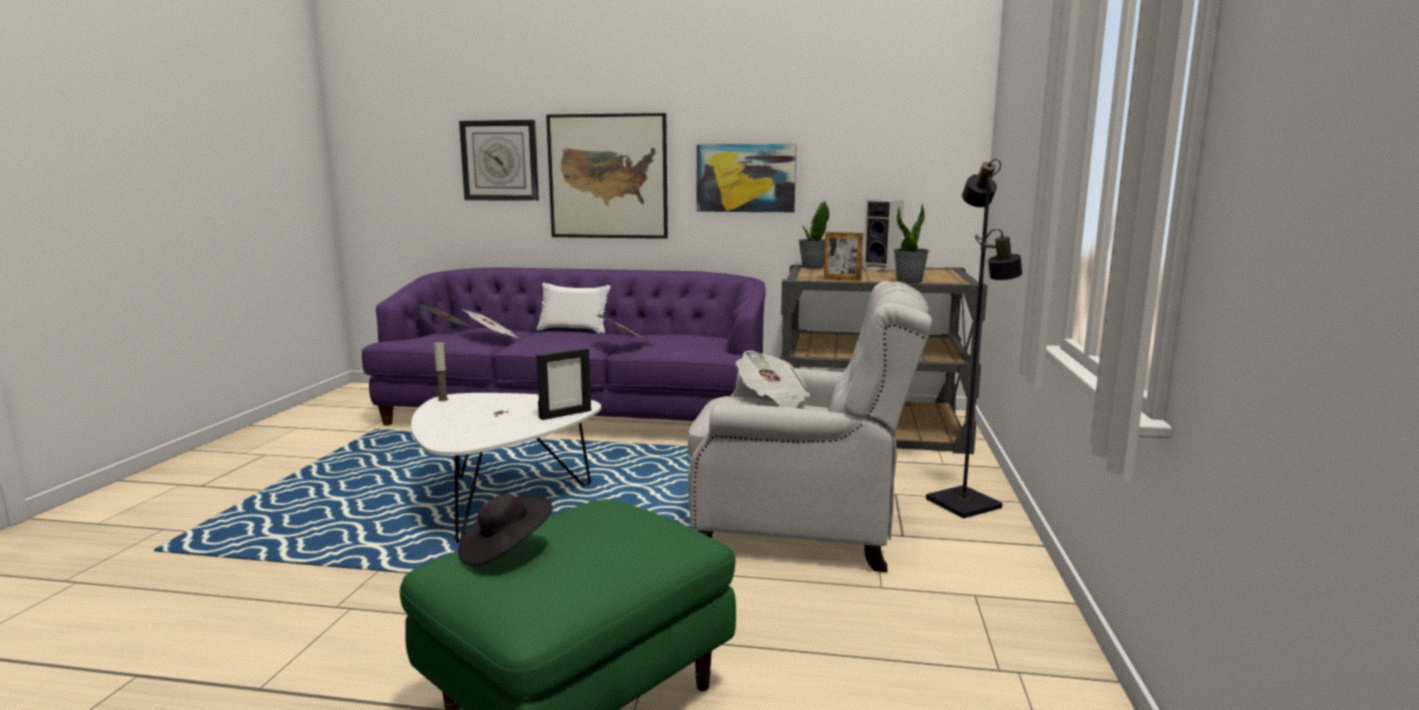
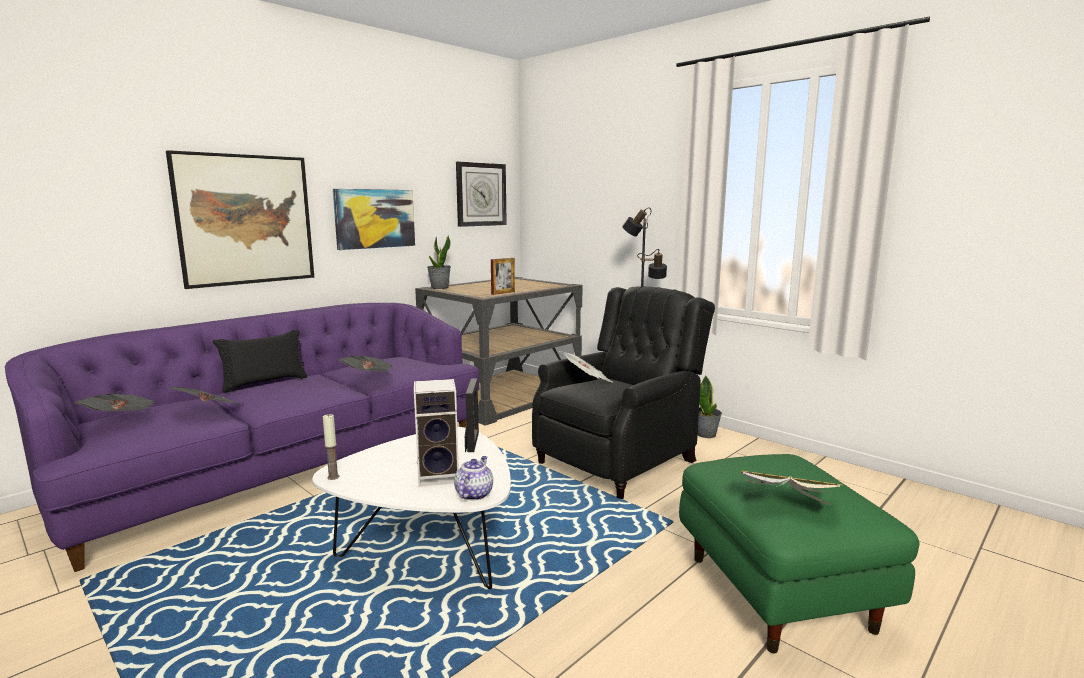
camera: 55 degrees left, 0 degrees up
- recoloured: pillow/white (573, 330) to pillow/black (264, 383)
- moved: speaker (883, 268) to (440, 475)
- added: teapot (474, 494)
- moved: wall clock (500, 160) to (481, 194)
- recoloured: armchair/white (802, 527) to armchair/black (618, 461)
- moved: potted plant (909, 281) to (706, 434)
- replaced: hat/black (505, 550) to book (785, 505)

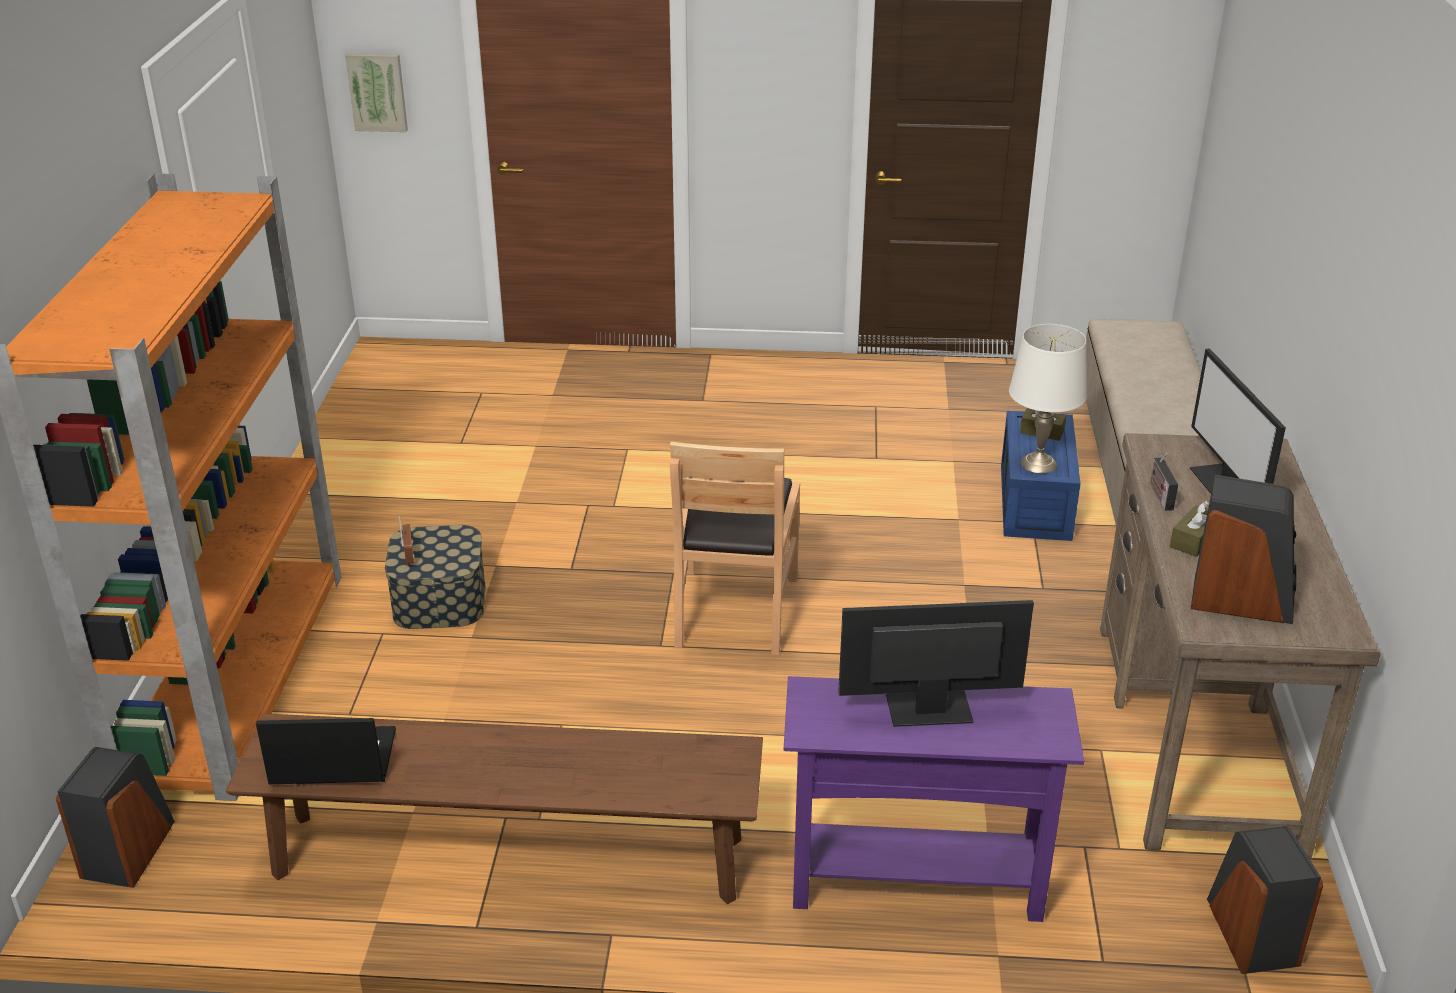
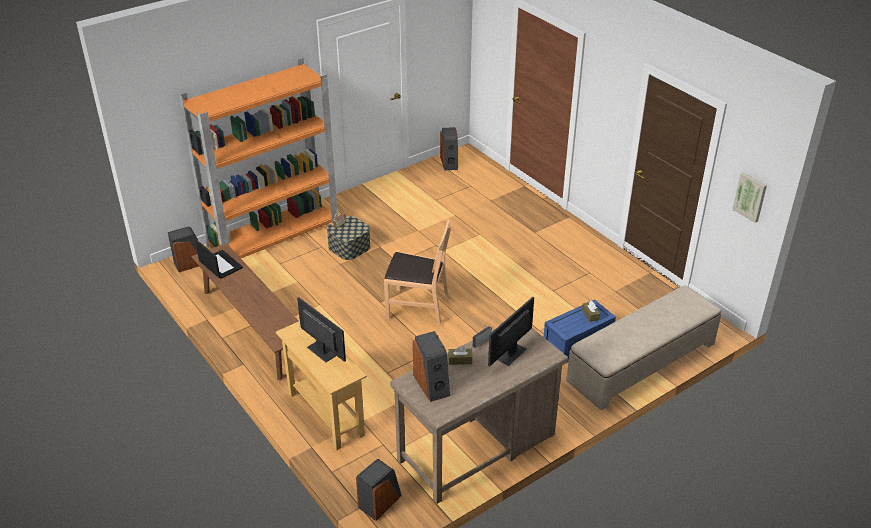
camera: 50 degrees right, 5 degrees up
- recoloured: console table/purple (916, 883) to console table/beige (326, 414)
- turned: chair/brown (734, 610) = (417, 307) 135 degrees counterclockwise
- added: speaker (449, 162)
- moved: picture (377, 91) to (750, 197)
- removed: table lamp/white (1039, 464)

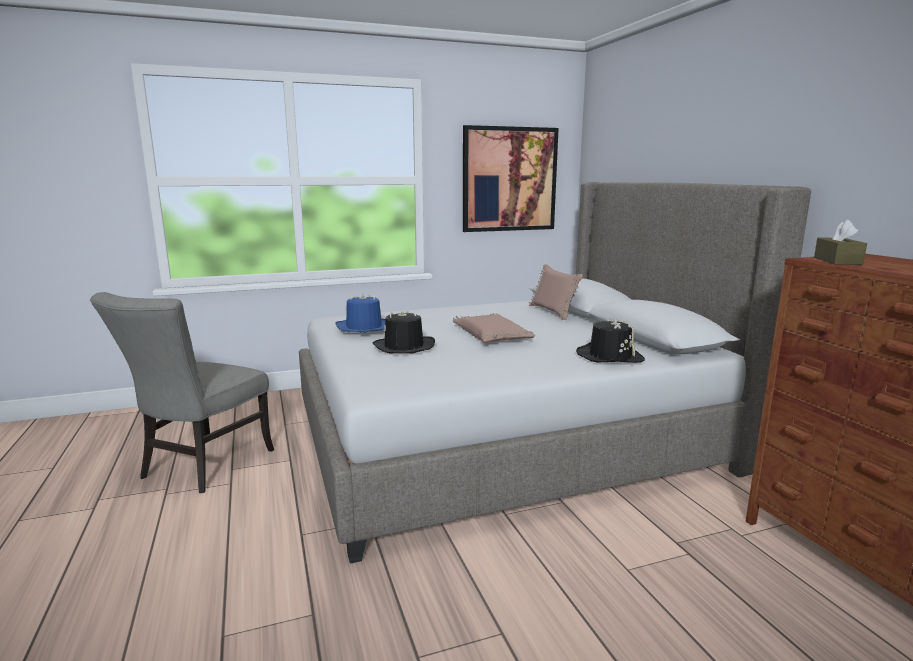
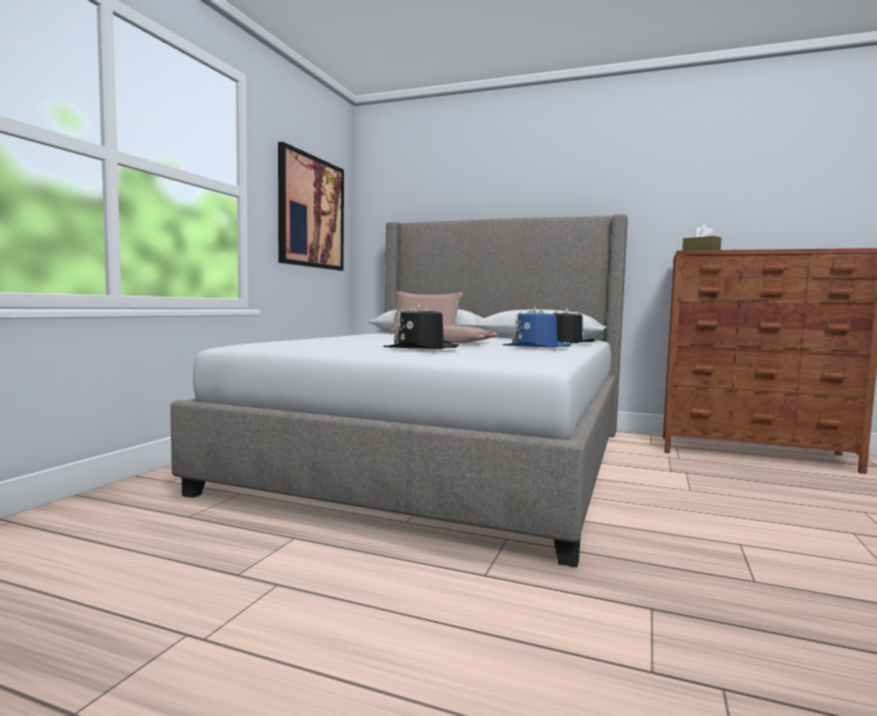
camera: 50 degrees left, 10 degrees down
- moved: hat/blue (364, 327) to (536, 347)
- removed: chair/grey (201, 466)

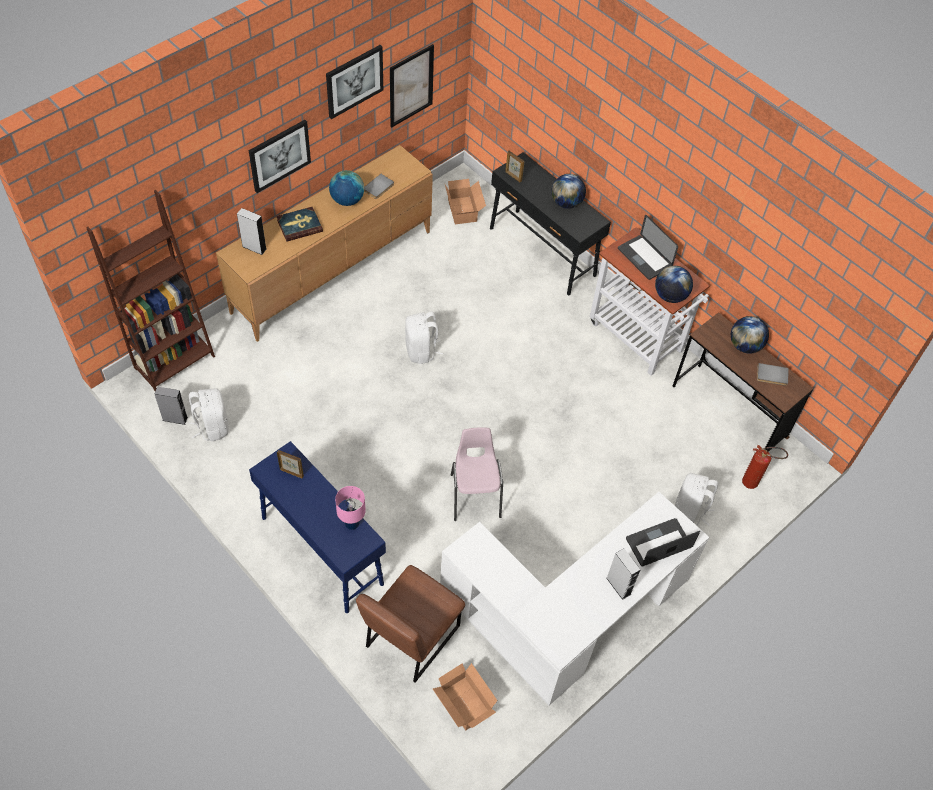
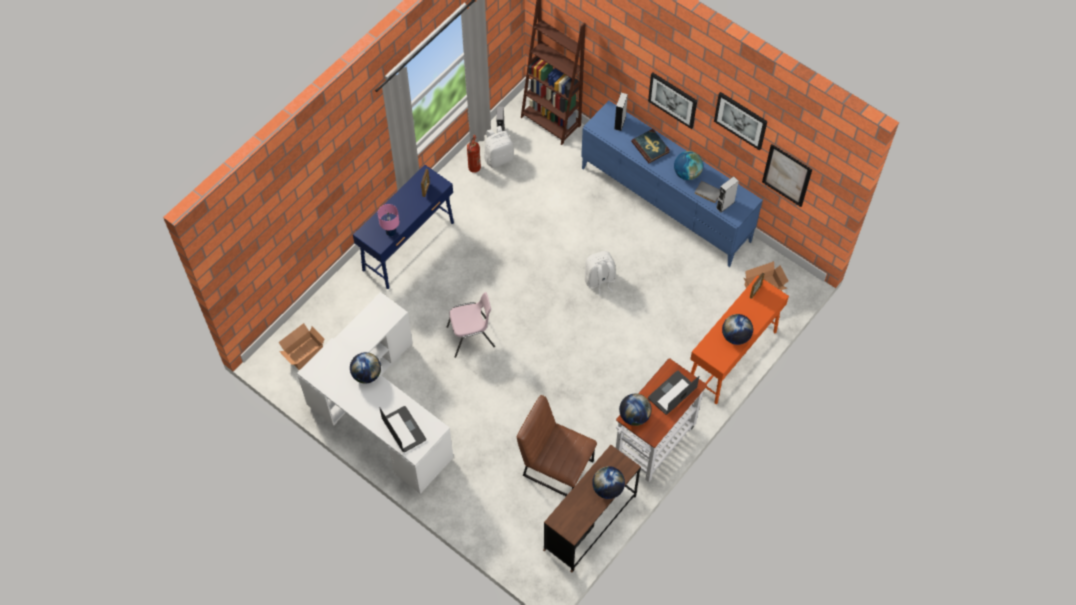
camera: 85 degrees right, 5 degrees up
- added: globe (366, 374)
- moved: fire extinguisher (754, 483) to (473, 170)
- moved: chair/brown (410, 637) to (556, 466)
- recoloured: cabinet/brown (333, 270) to cabinet/blue (666, 204)
- recoloured: console table/black (541, 252) to console table/orange (731, 357)
- moved: speaker/grey (618, 586) to (725, 205)
- removed: backpack/white (689, 511)
- removed: book/grey (772, 376)

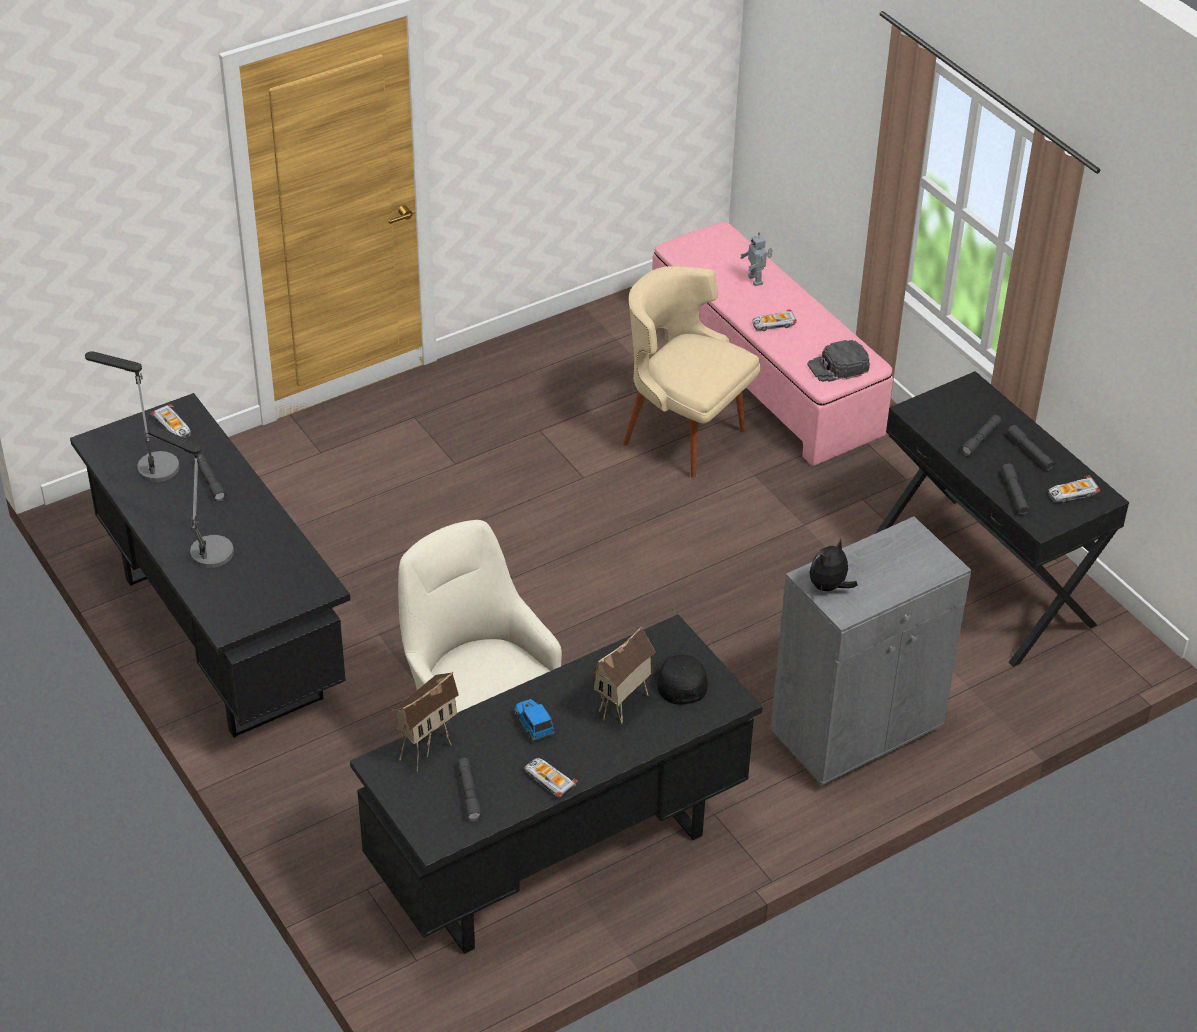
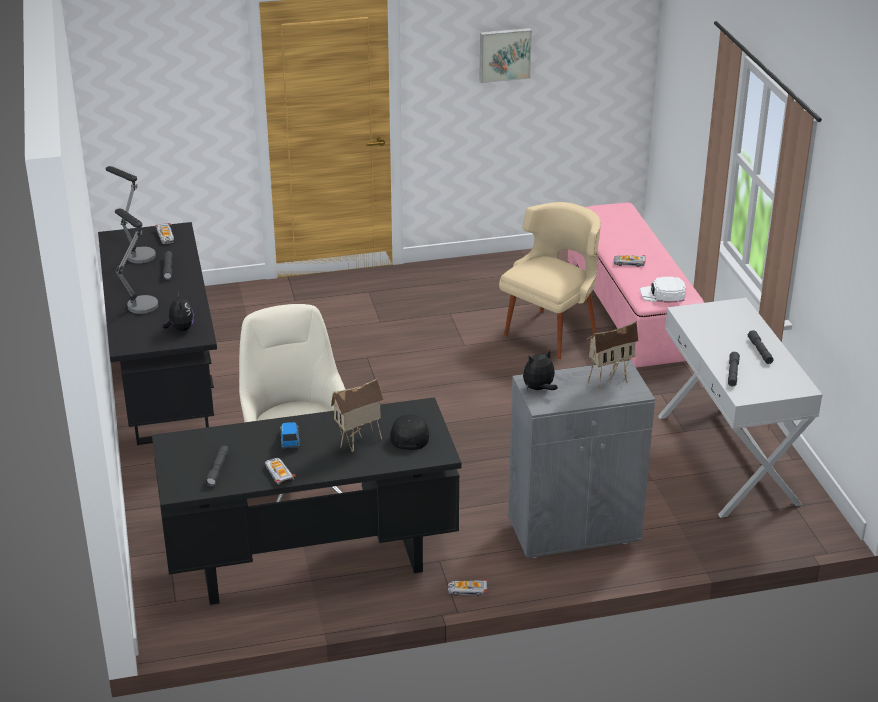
camera: 20 degrees right, 10 degrees down
- added: plush toy (180, 329)
- moved: toy car (1072, 494) to (467, 590)
- added: picture (504, 54)
- turned: chair/beige (684, 438) = (549, 335) 75 degrees clockwise
- moved: toy house (426, 747) to (608, 380)
- recoloured: cap/black (838, 367) to cap/white (662, 294)
- recoloured: console table/black (984, 578) to console table/white (728, 458)
- removed: toy robot (756, 280)
- removed: flashlight/grey (980, 439)

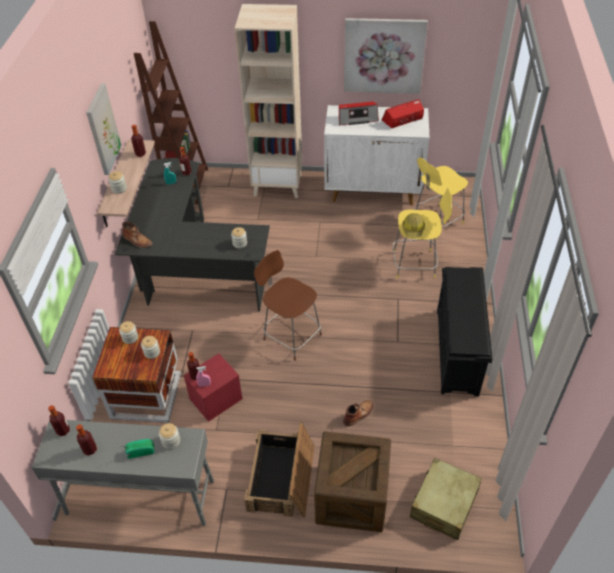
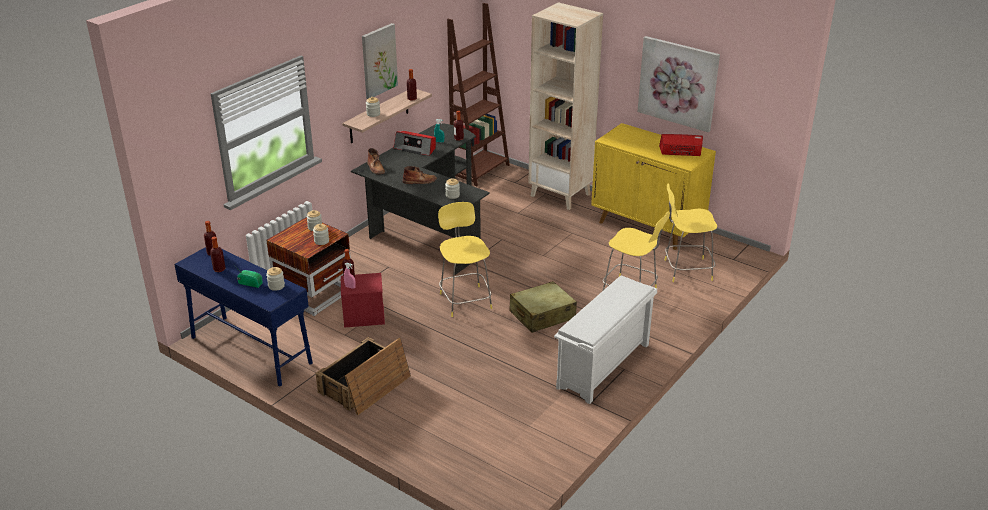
camera: 30 degrees right, 15 degrees down
- recoloured: console table/grey (140, 496) to console table/blue (251, 350)
- moved: radio (357, 118) to (415, 148)
- moved: boot/brown (359, 414) to (420, 181)
- recoloured: stool/brown (291, 336) to stool/yellow (465, 300)
- moved: suitcase/beige (444, 504) to (542, 315)
- recoloured: shoe rack/black (457, 352) to shoe rack/white (603, 367)
- recoloured: cabinet/white (373, 190) to cabinet/yellow (648, 227)
- removed: crate (352, 497)
- removed: hard hat (413, 229)

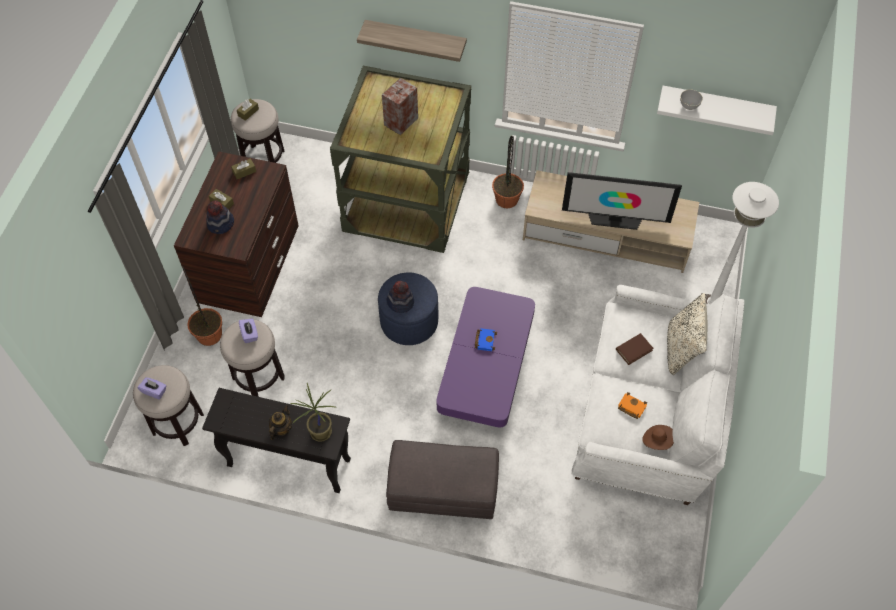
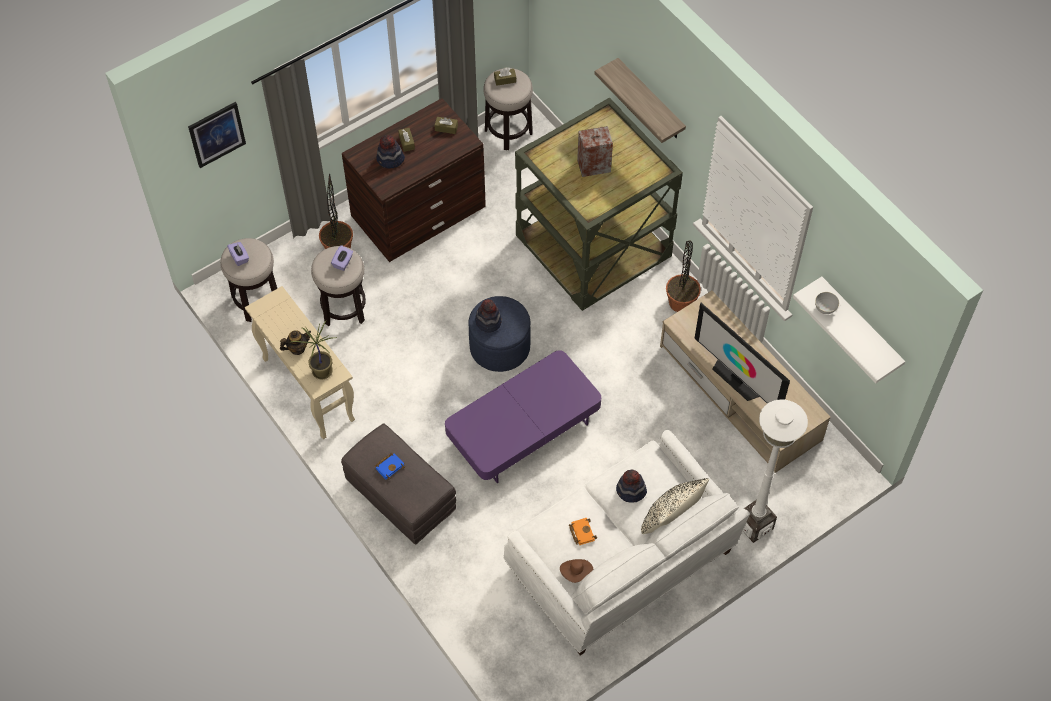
camera: 40 degrees right, 0 degrees up
- added: picture (216, 134)
- recoloured: console table/black (288, 463) to console table/beige (307, 389)
- moved: book/blue (485, 340) to (390, 466)
- replaced: book/brown (634, 350) to hat (631, 491)

